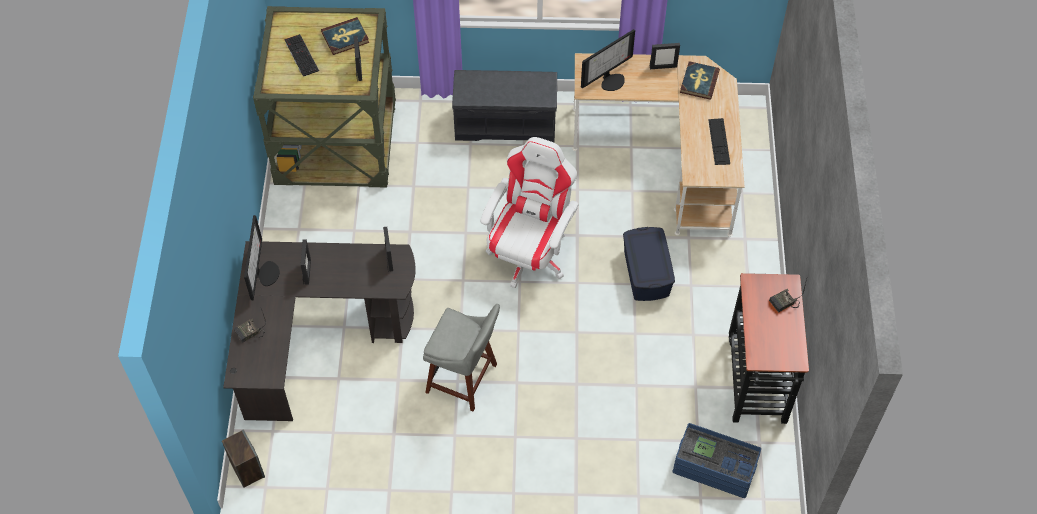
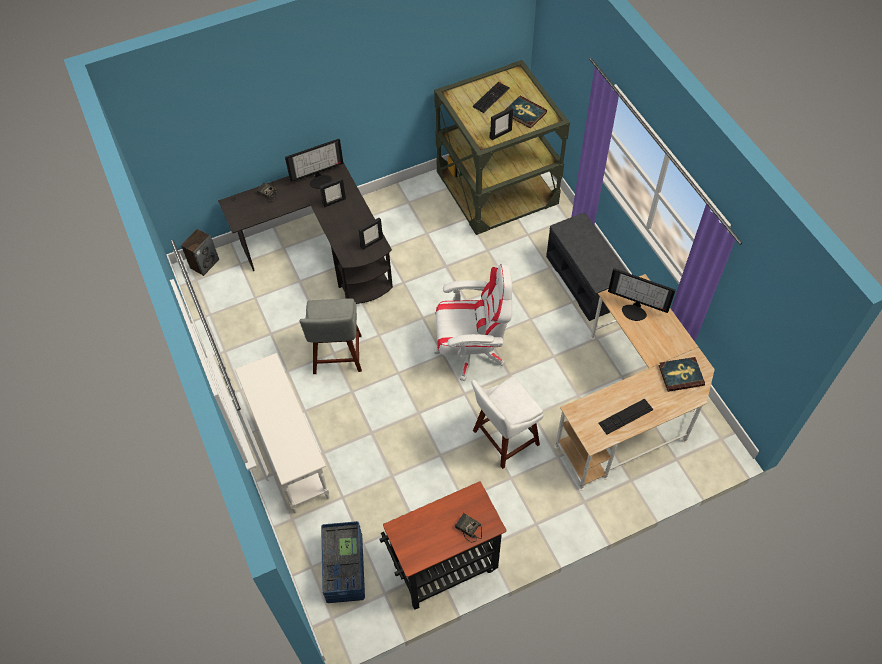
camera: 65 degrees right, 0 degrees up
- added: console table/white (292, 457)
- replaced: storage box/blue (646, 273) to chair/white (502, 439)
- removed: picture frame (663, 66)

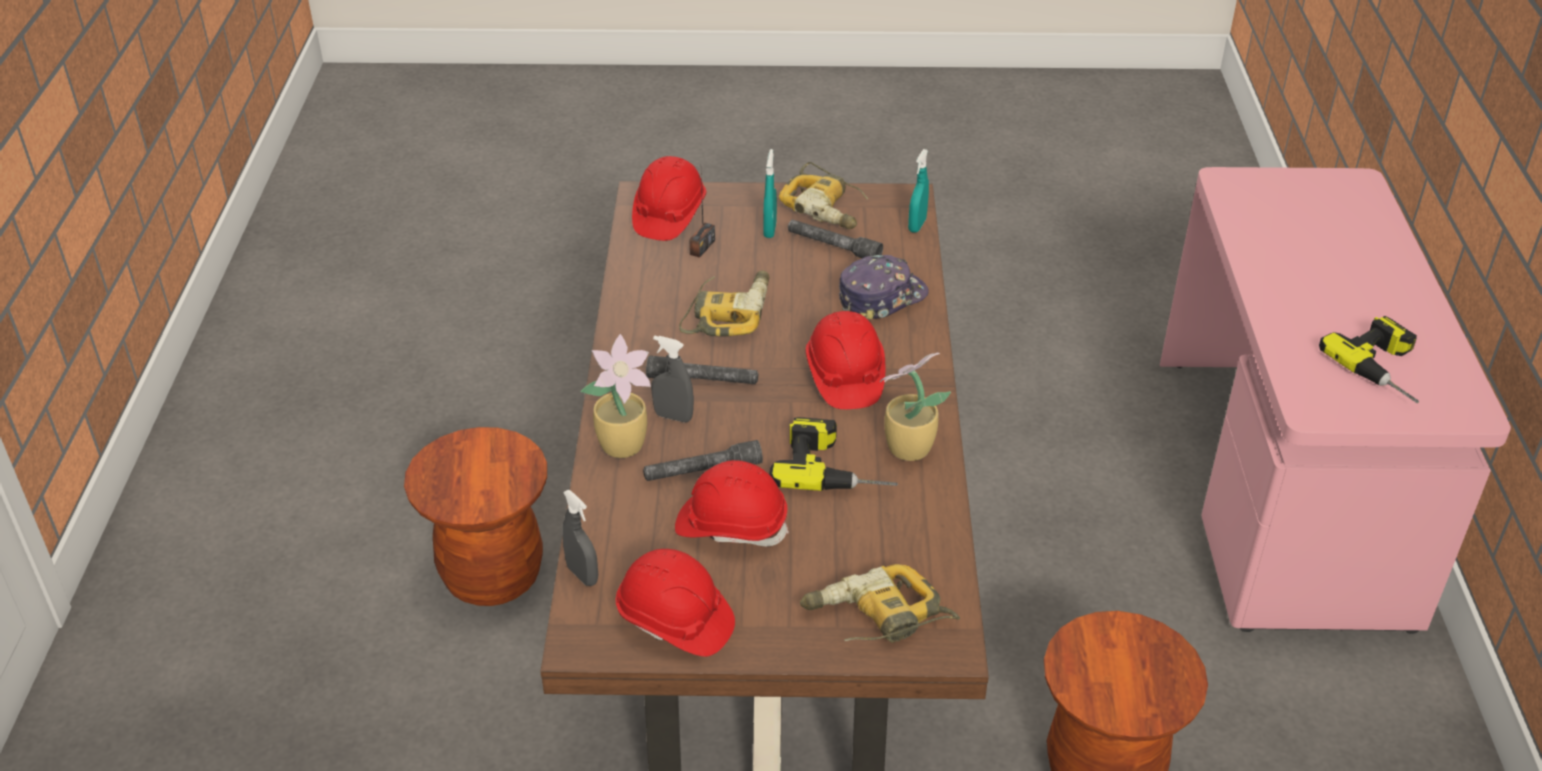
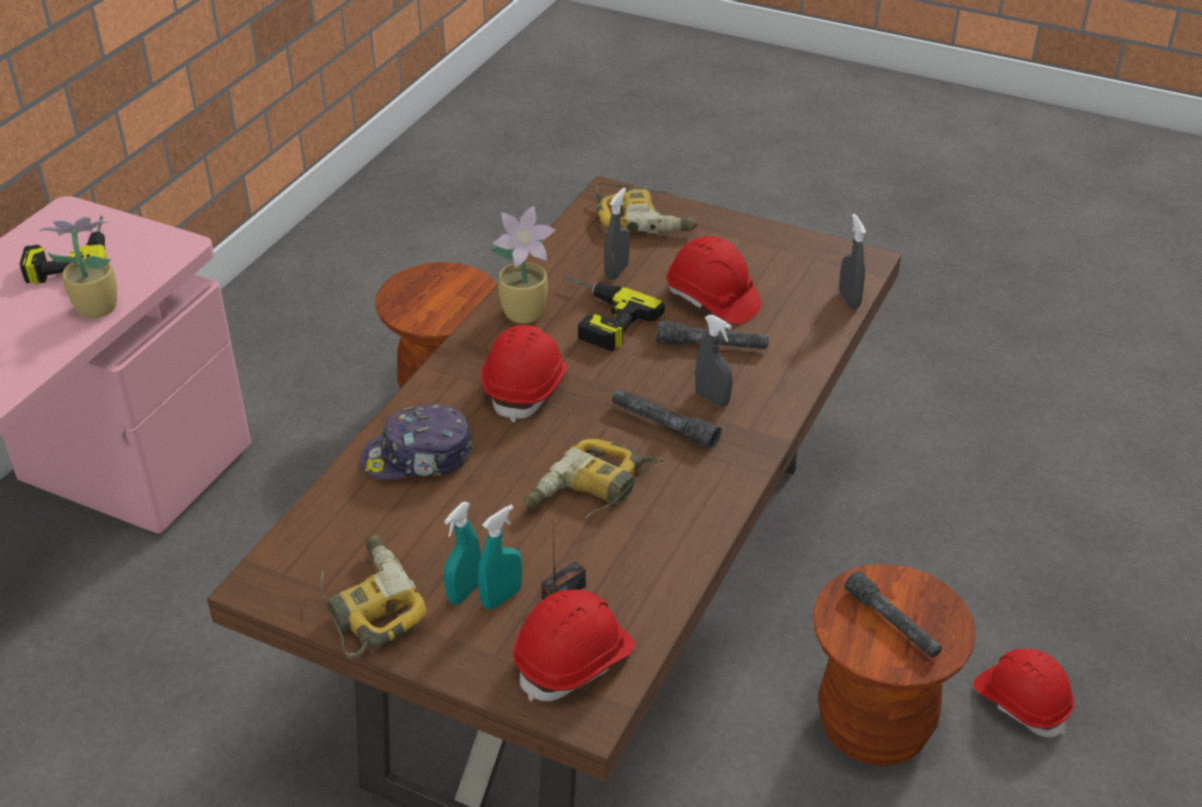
camera: 155 degrees left, 0 degrees up
- moved: potted plant (625, 445) to (95, 308)
- moved: spray bottle/turquoise (917, 225) to (501, 597)
- added: spray bottle/grey (616, 272)
- moved: flashlight/grey (833, 247) to (892, 623)
- moved: hard hat/red (674, 621) to (1021, 702)

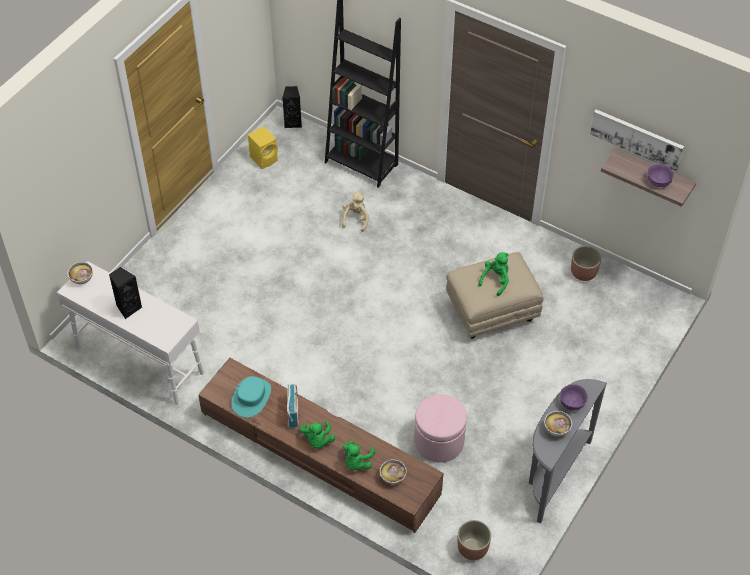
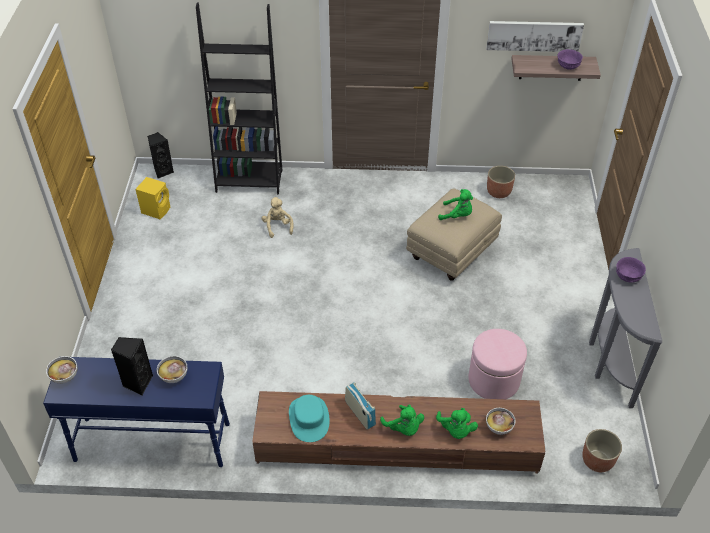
camera: 30 degrees left, 5 degrees down
- recoloured: console table/white (139, 359) to console table/blue (152, 441)
- moved: bowl (556, 430) to (174, 377)
- turned: plush toy/green (496, 280) = (457, 215) 105 degrees clockwise

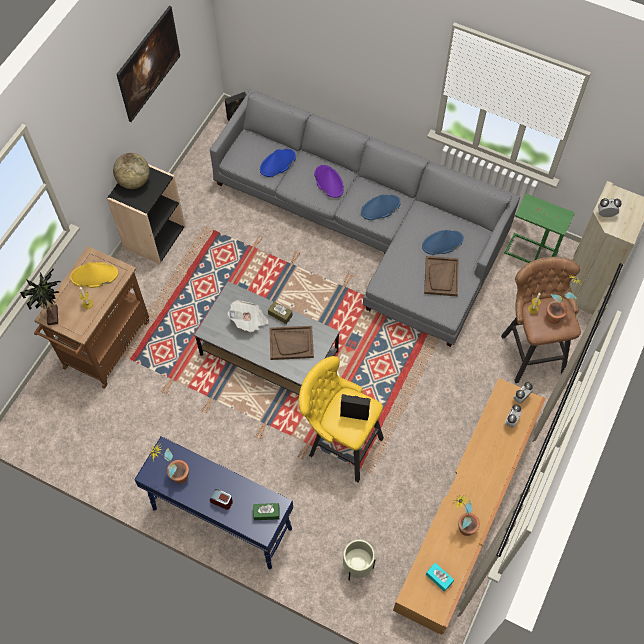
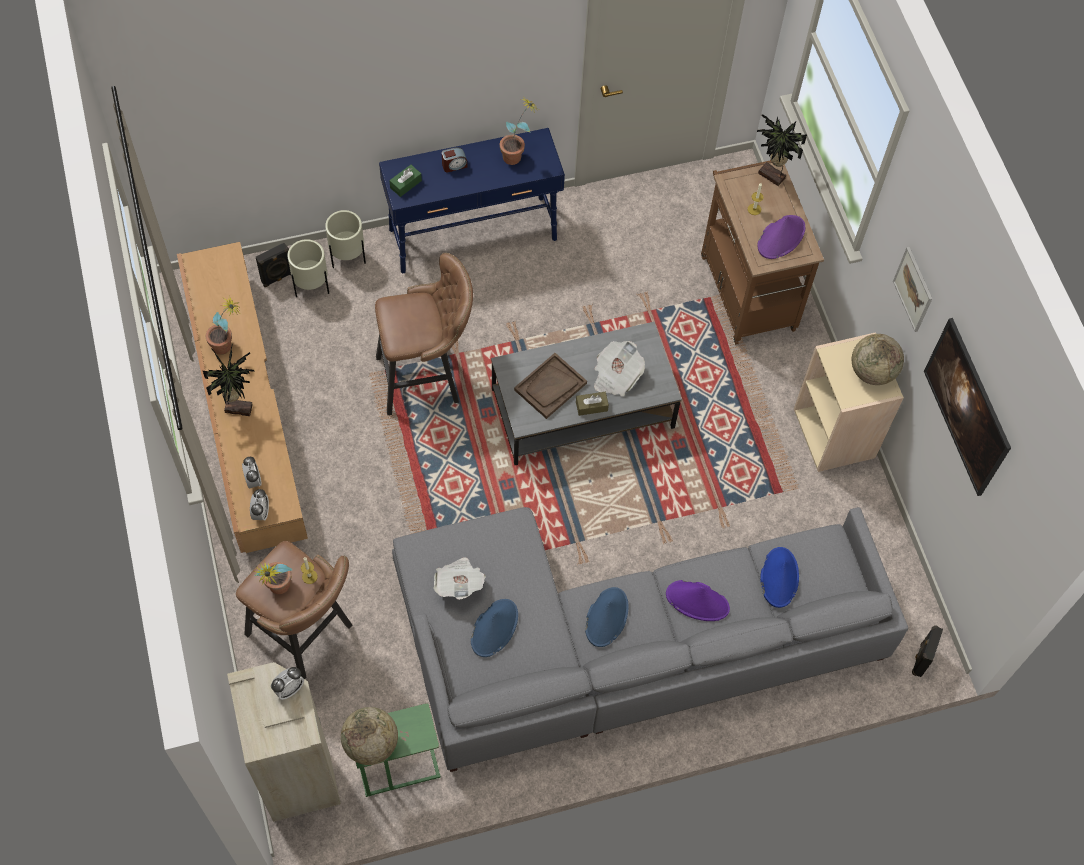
camera: 135 degrees right, 0 degrees up
- added: potted plant (238, 407)
- moved: speaker/black (354, 414) to (277, 278)
- added: planter/beige (348, 257)
- added: globe (371, 744)
- recoloured: stool/yellow (338, 442) to stool/brown (428, 377)
- replaced: tray/brown (441, 277) to newspaper (459, 583)
- recoloured: hat/yellow (94, 275) to hat/purple (781, 237)
- recoloured: bookcase/black (154, 236) to bookcase/beige (835, 434)
- added: picture (913, 289)
- removed: tissue box/turquoise (439, 578)

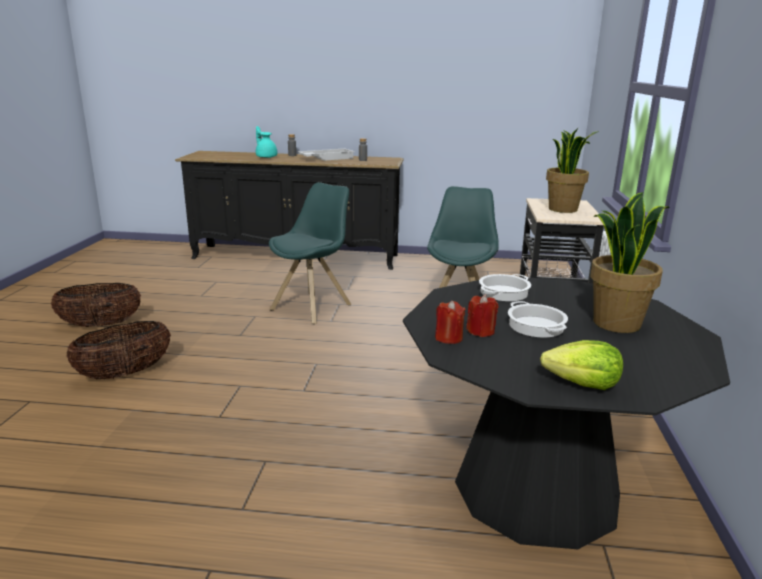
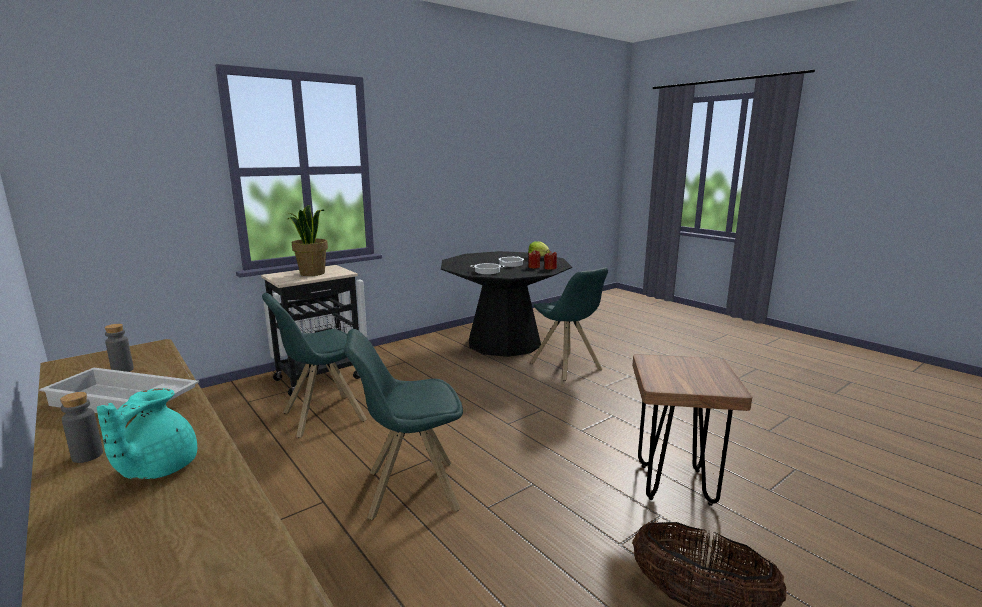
camera: 135 degrees left, 5 degrees down
- added: chair/turquoise (566, 366)
- replaced: basket (125, 373) to stool/brown (674, 484)
- removed: potted plant (615, 323)

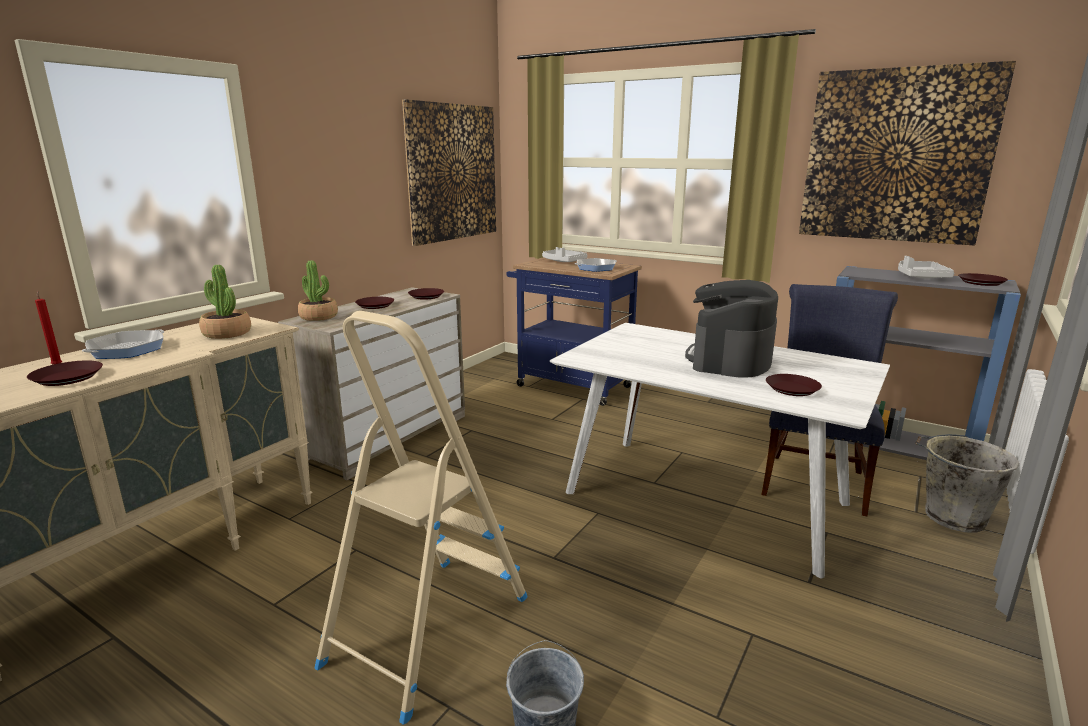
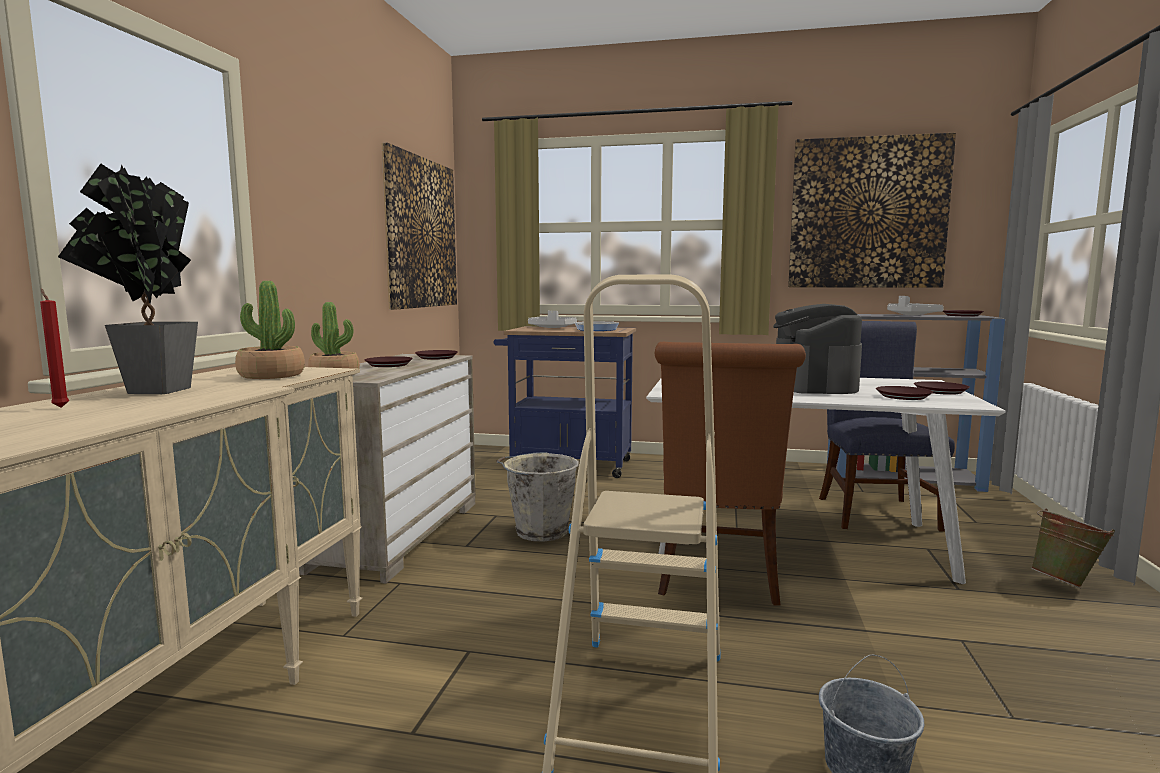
camera: 20 degrees left, 10 degrees down
- replaced: frying pan (127, 350) to potted plant (148, 392)
- moved: bucket/grey (952, 516) to (539, 531)
- added: chair/brown (718, 578)
- moved: plate/brown (68, 378) to (941, 391)
- added: bucket/green (1066, 583)

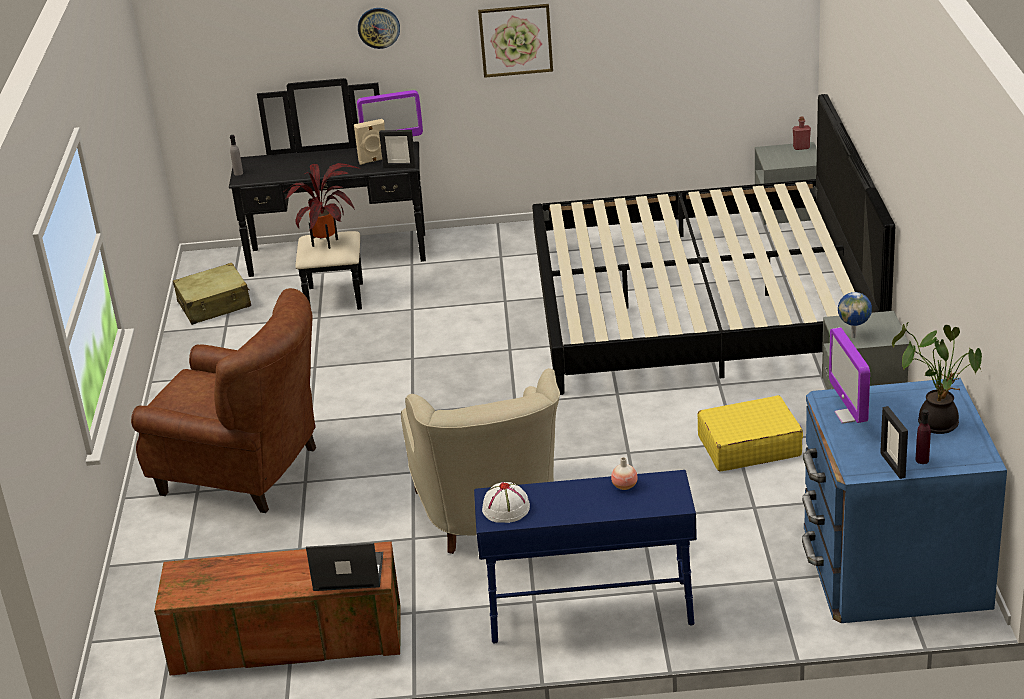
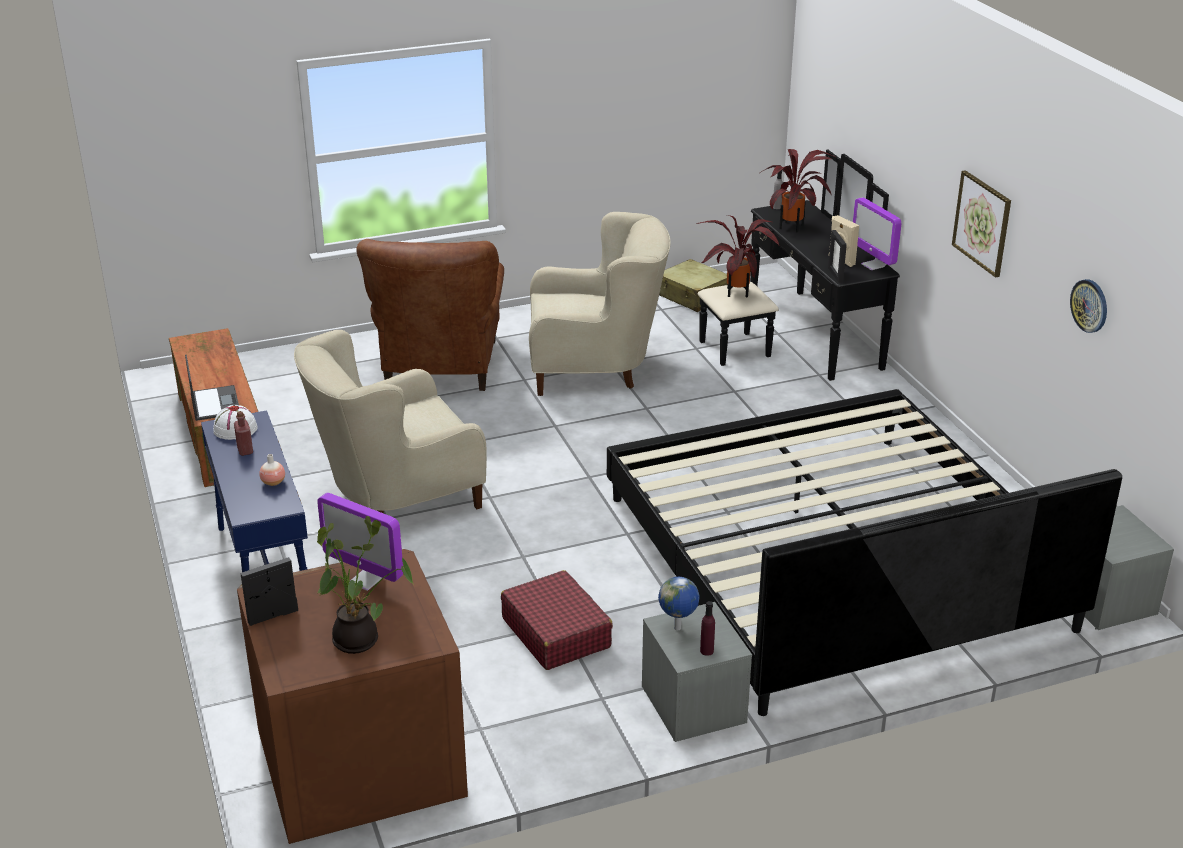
camera: 70 degrees right, 0 degrees up
- moved: bottle/red (801, 147) to (245, 450)
- recoloured: dresser/blue (892, 566) to dresser/brown (357, 758)
- turned: monitor (849, 416) = (366, 580) 120 degrees counterclockwise
- recoloured: suitcase/yellow (748, 446) to suitcase/red (556, 632)
- added: armchair/beige (596, 368)
- moved: bottle/purple (922, 460) to (706, 651)
- added: potted plant (793, 228)
- moved: wall clock (378, 27) to (1089, 305)

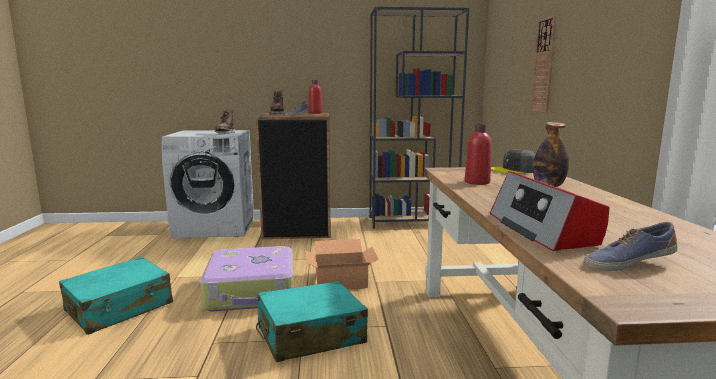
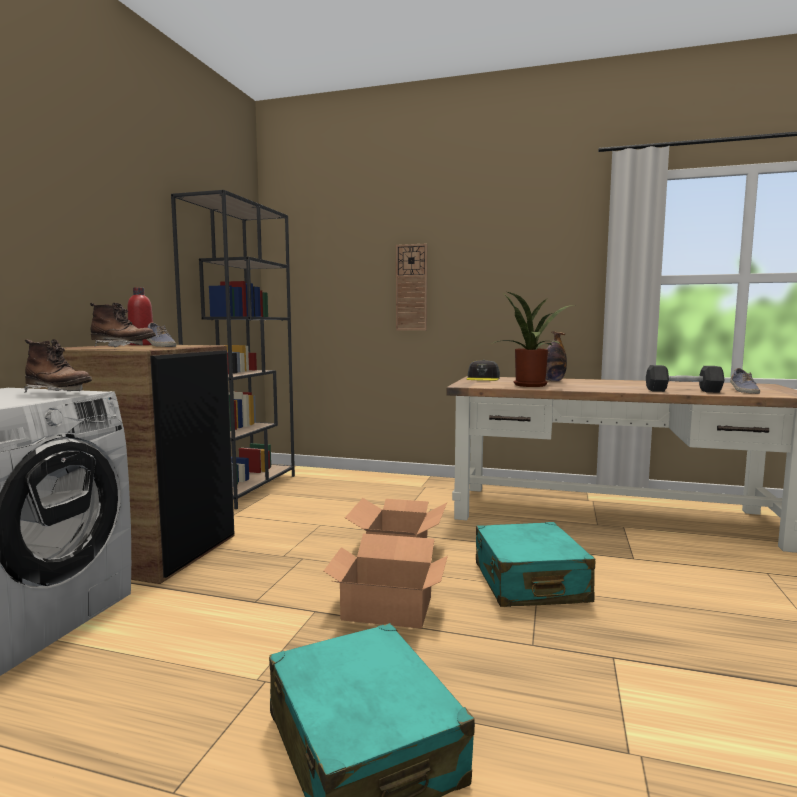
camera: 70 degrees left, 5 degrees down
- replaced: suitcase (252, 291) to cardboard box (386, 607)
- replaced: bottle/red (477, 182) to potted plant (531, 386)
- replaced: radio (542, 229) to dumbbell/black (683, 391)

